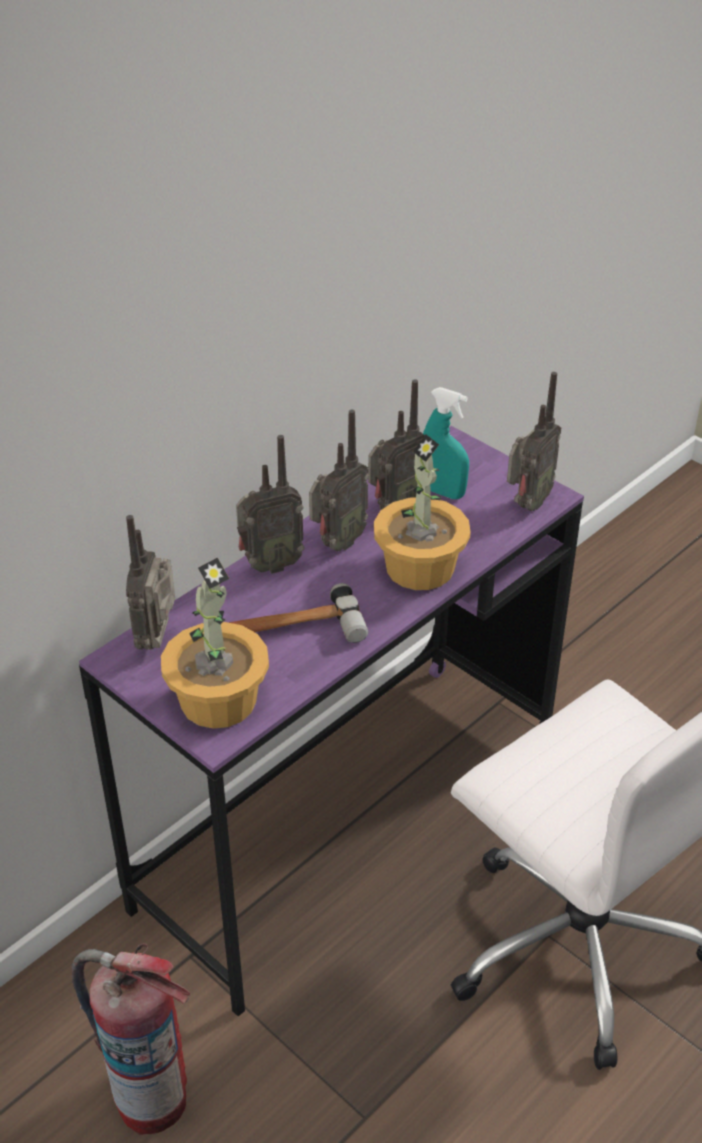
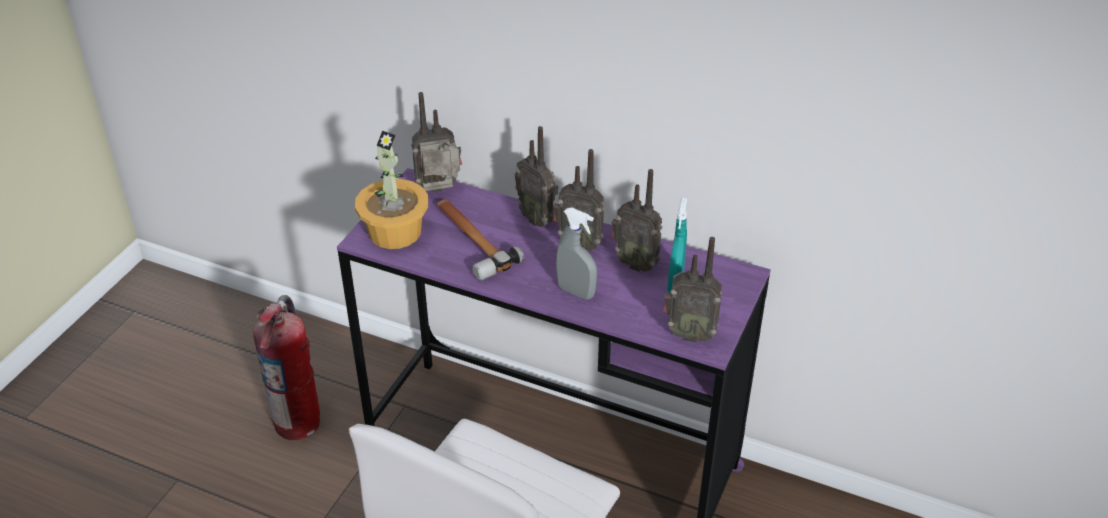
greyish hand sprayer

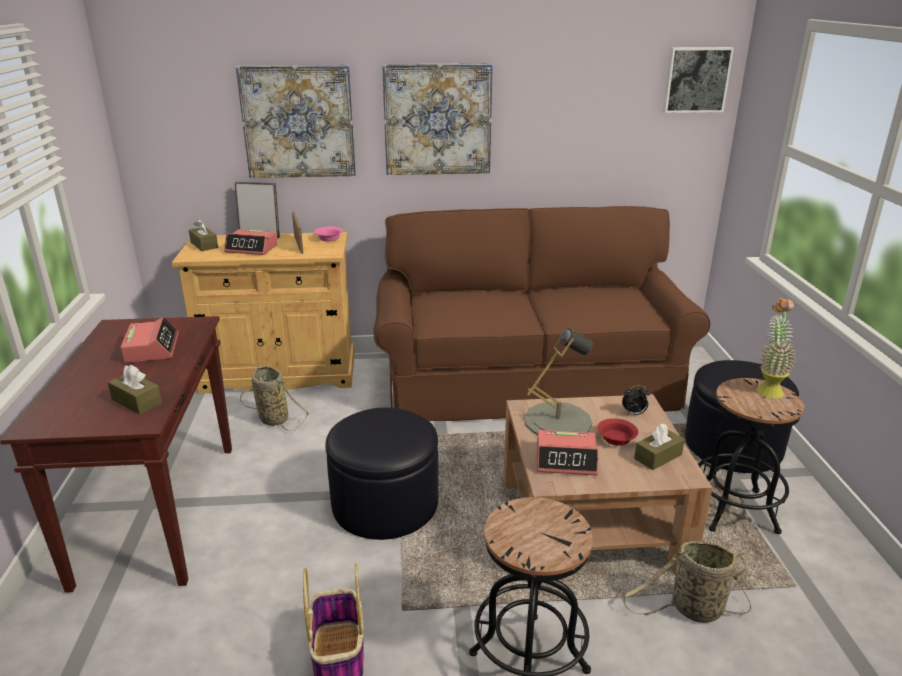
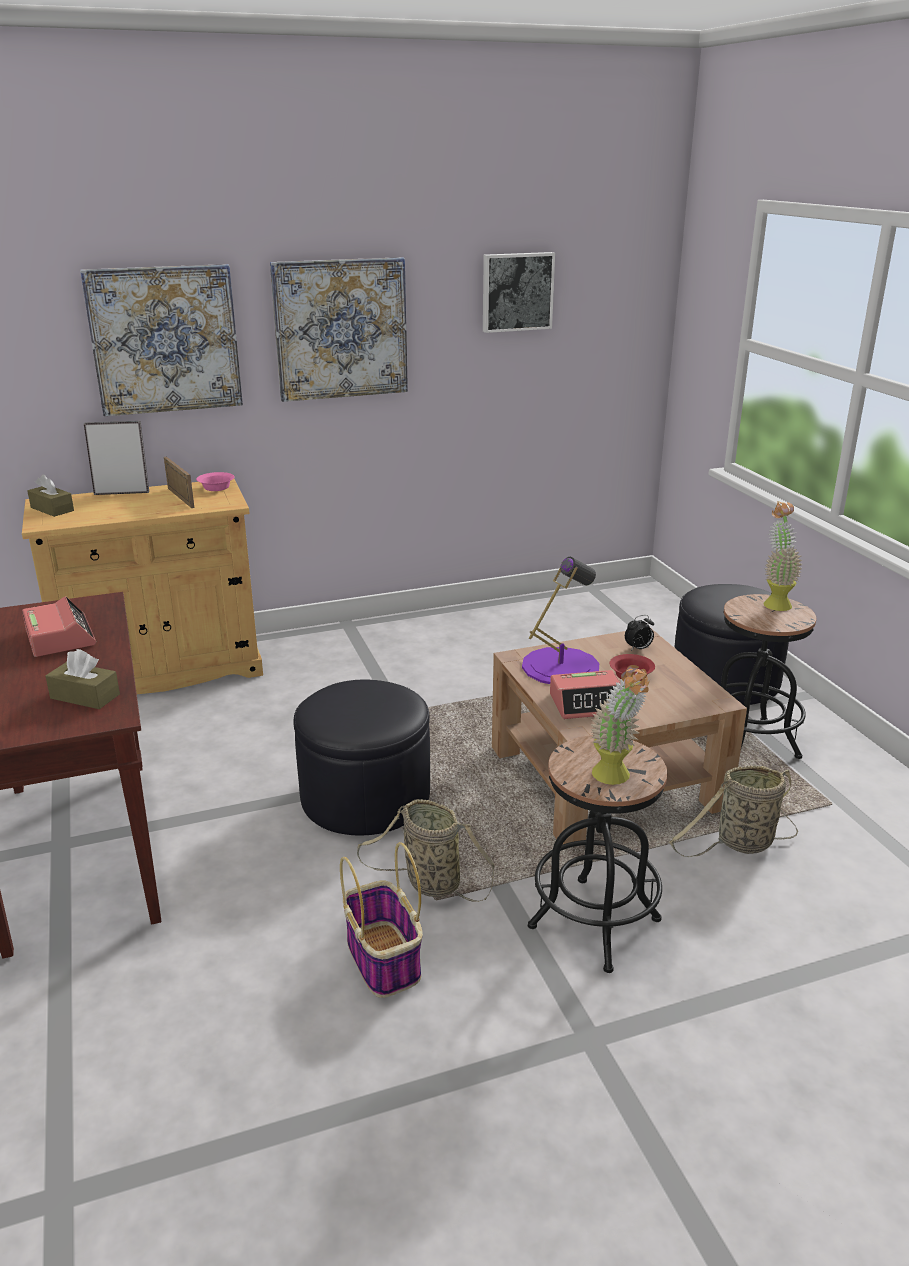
wall picture (no. 3 from left)
brownish couch
alarm clock (no. 2 from left in the first image)
purplish table lamp
basket (no. 2 from left)
brownish tissue box (no. 3 from left in the first image)
potted plant (no. 1 from left)

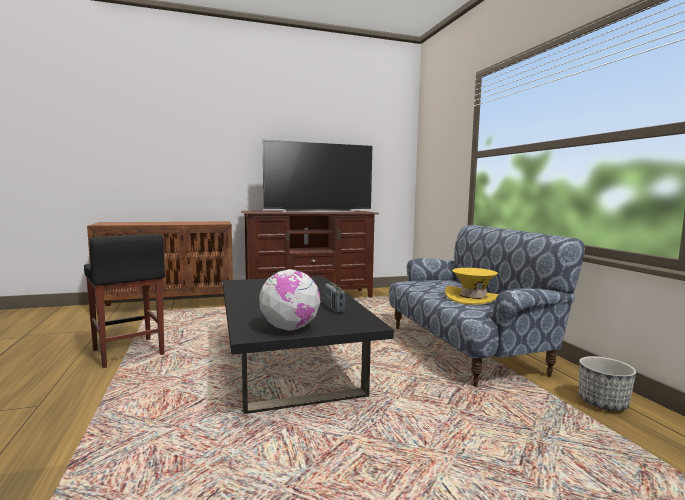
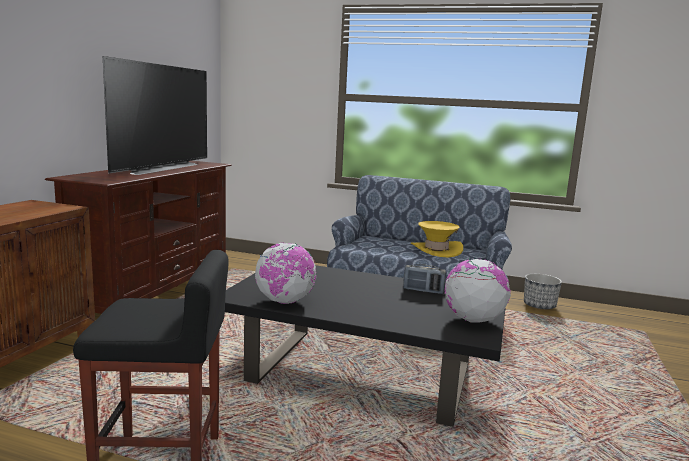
globe (no. 1 from left)

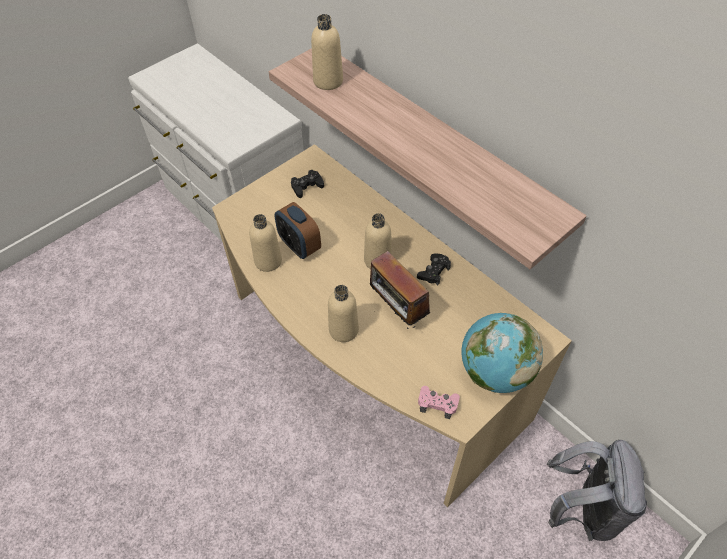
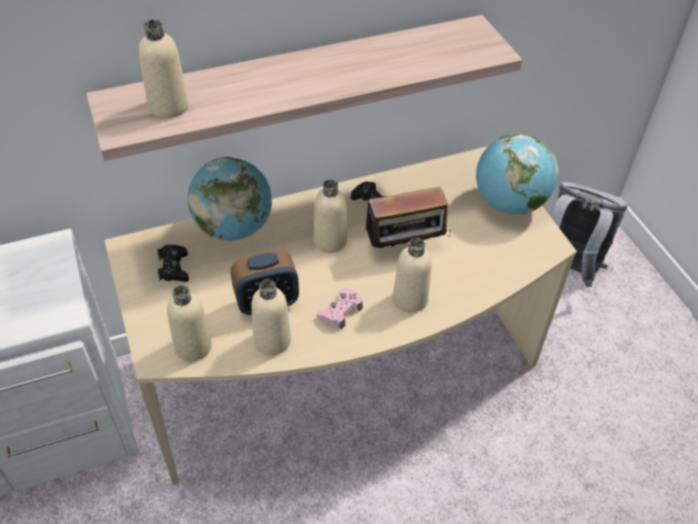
pink-coloured game controller
globe (no. 1 from left)
beige-coloured drink bottle (no. 2 from left)

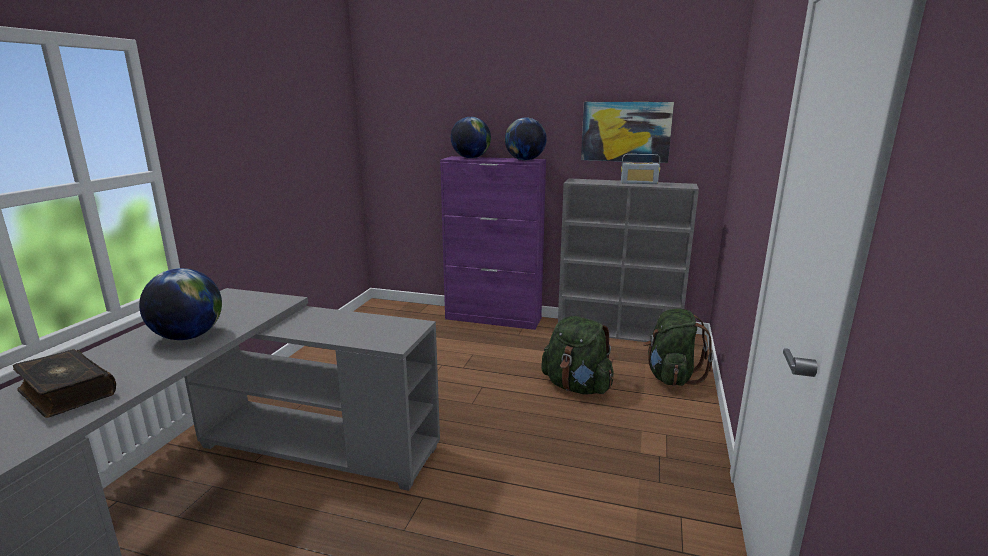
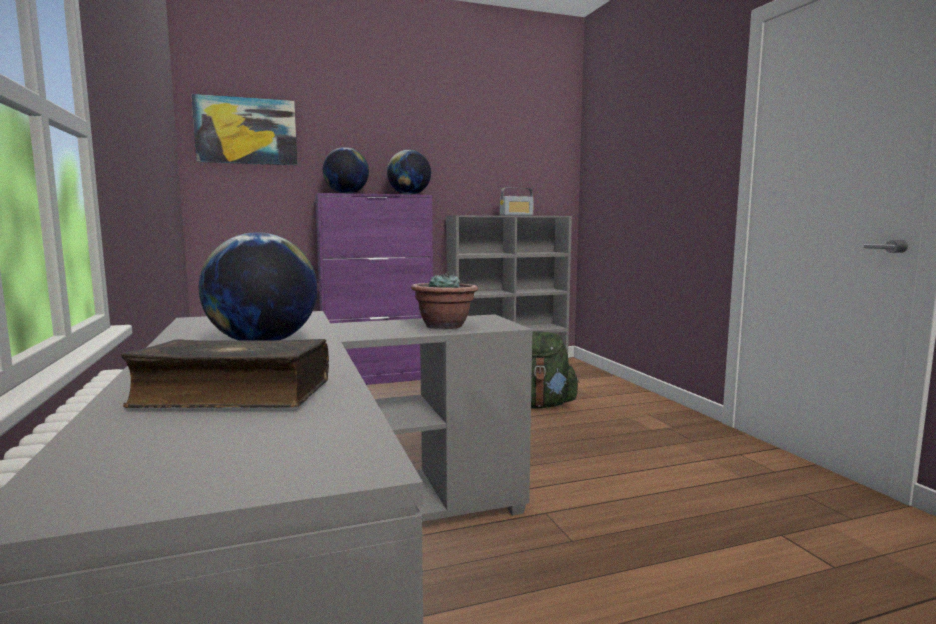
wall picture
green-coloured backpack (no. 2 from left in the first image)
potted plant

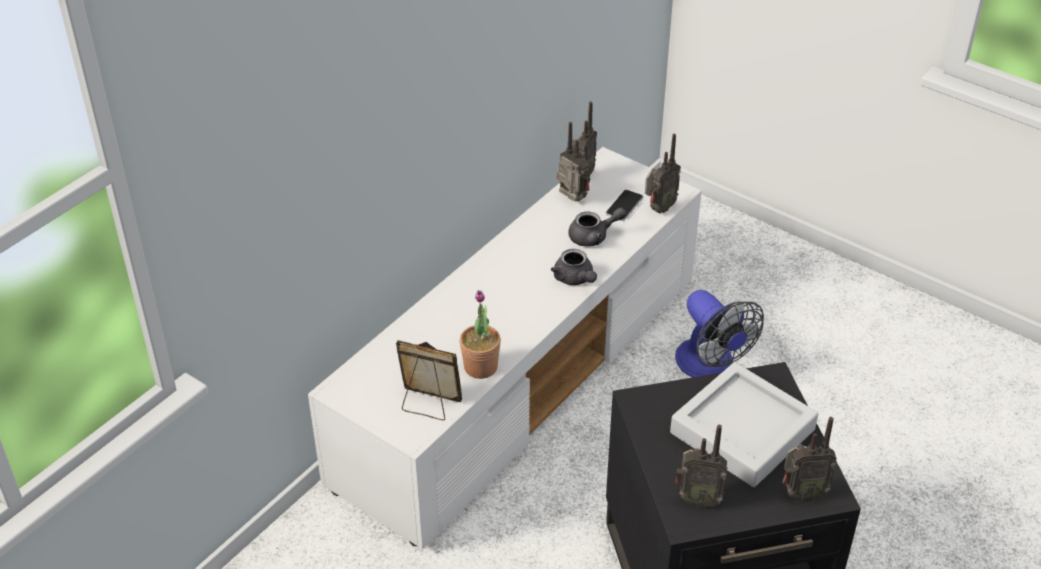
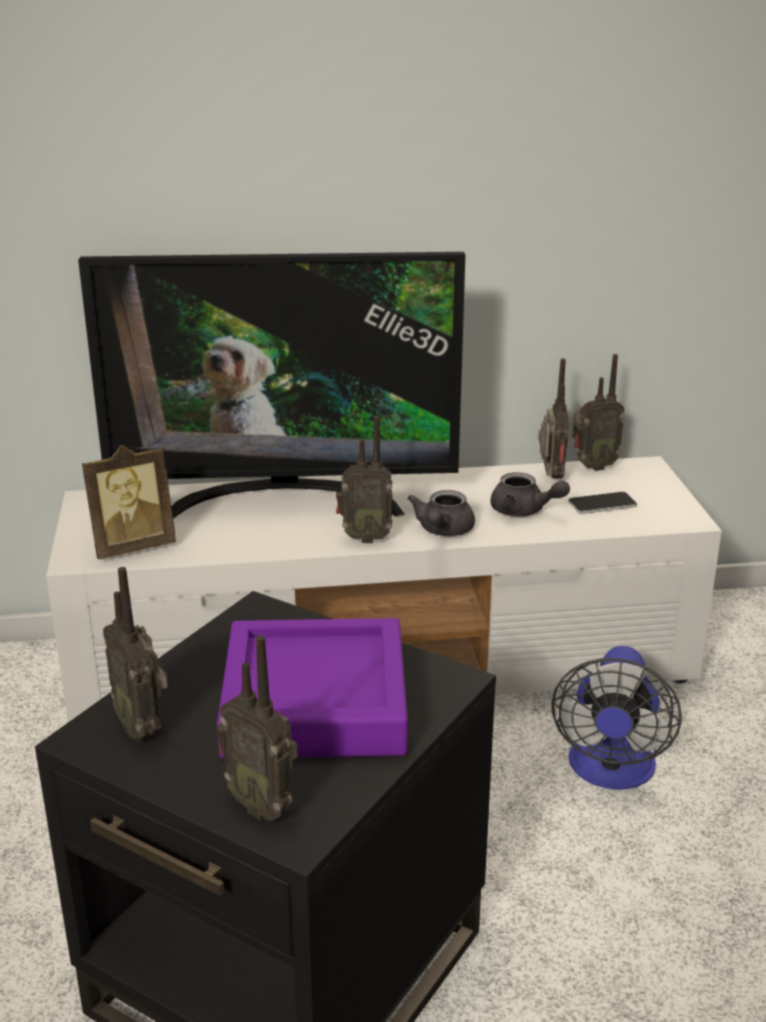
radio receiver (no. 3 from left)
potted plant
picture frame
purplish carrying tray
TV set

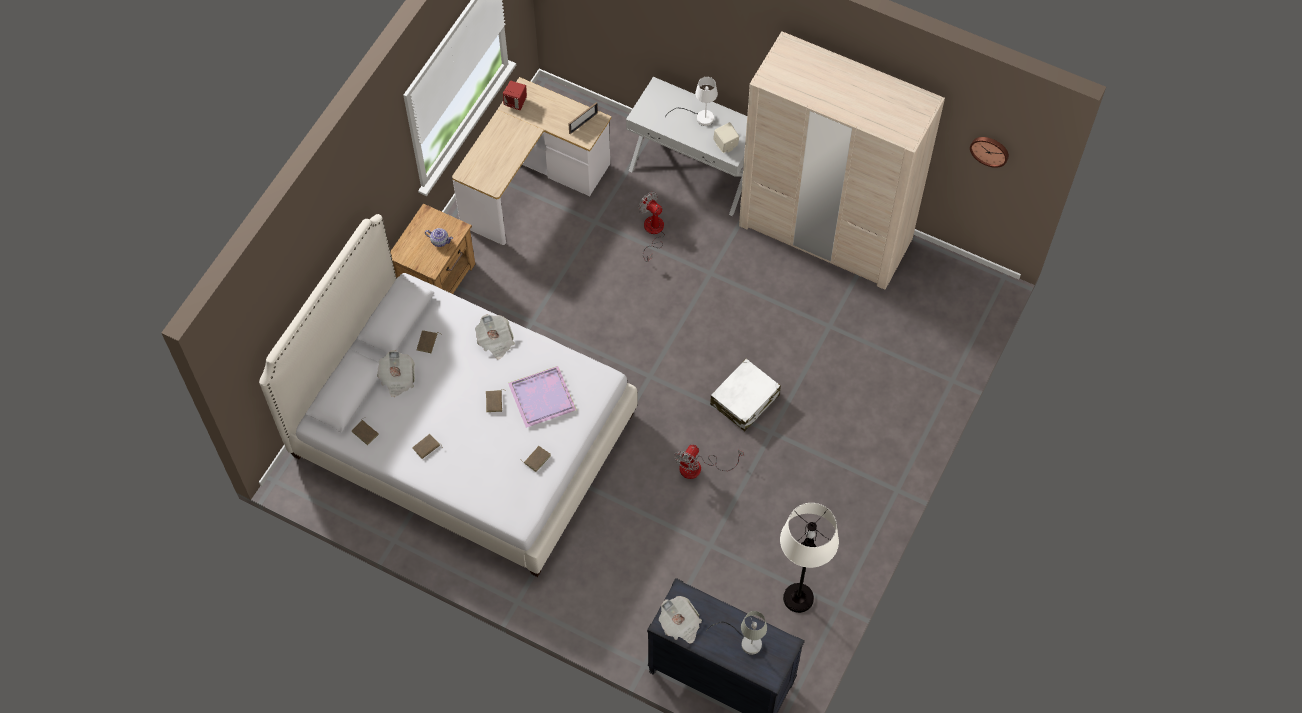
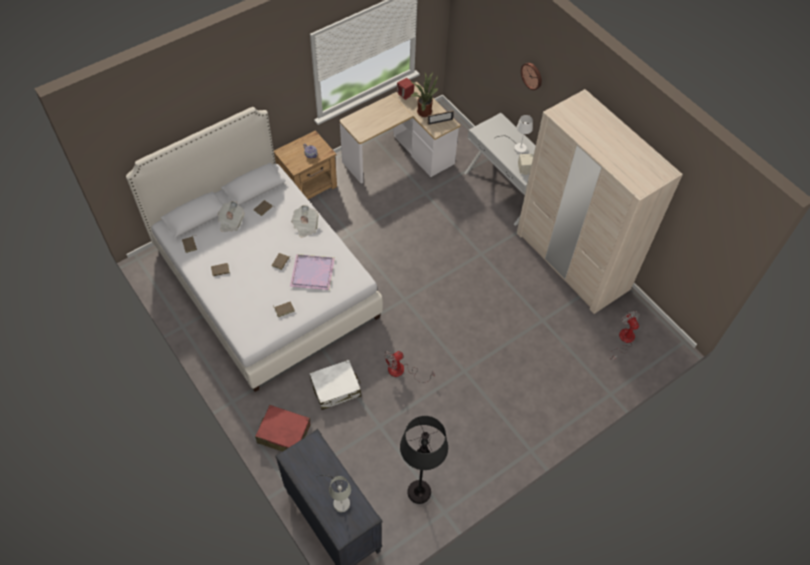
clock on the wall
fan (no. 2 from left)
white-coloured piece of luggage
black-coloured standing lamp
daily paper (no. 3 from left in the first image)
potted plant
red piece of luggage

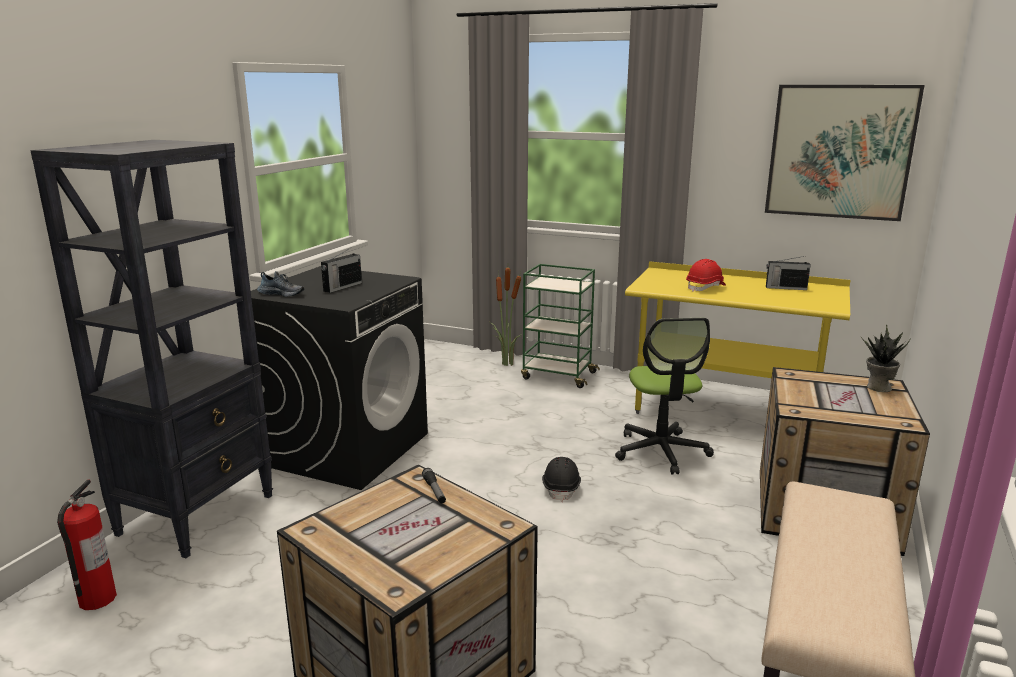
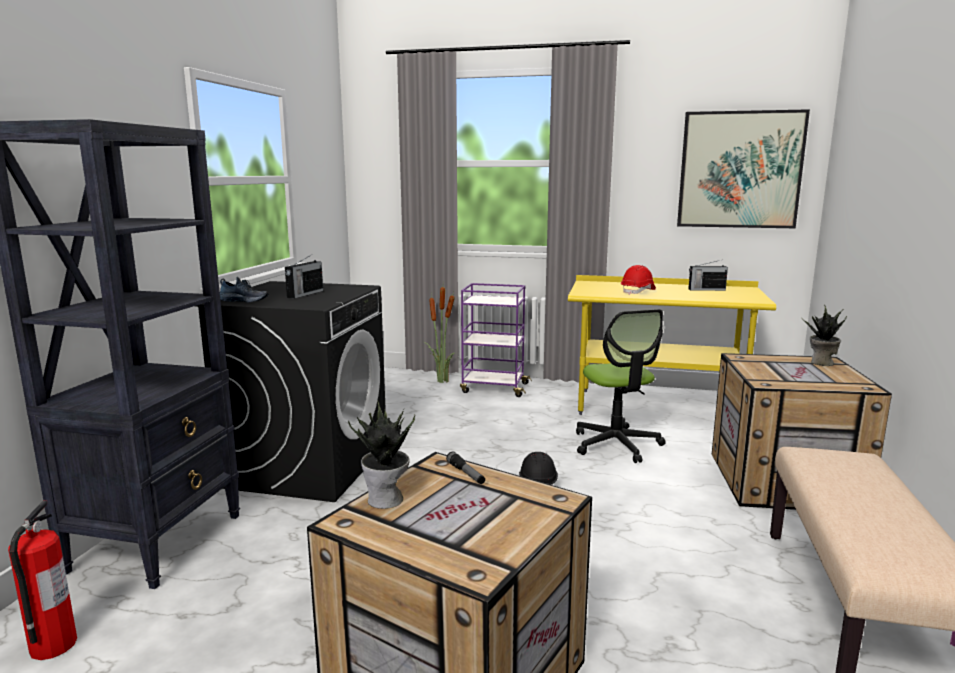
purplish trolley
potted plant (no. 1 from left)

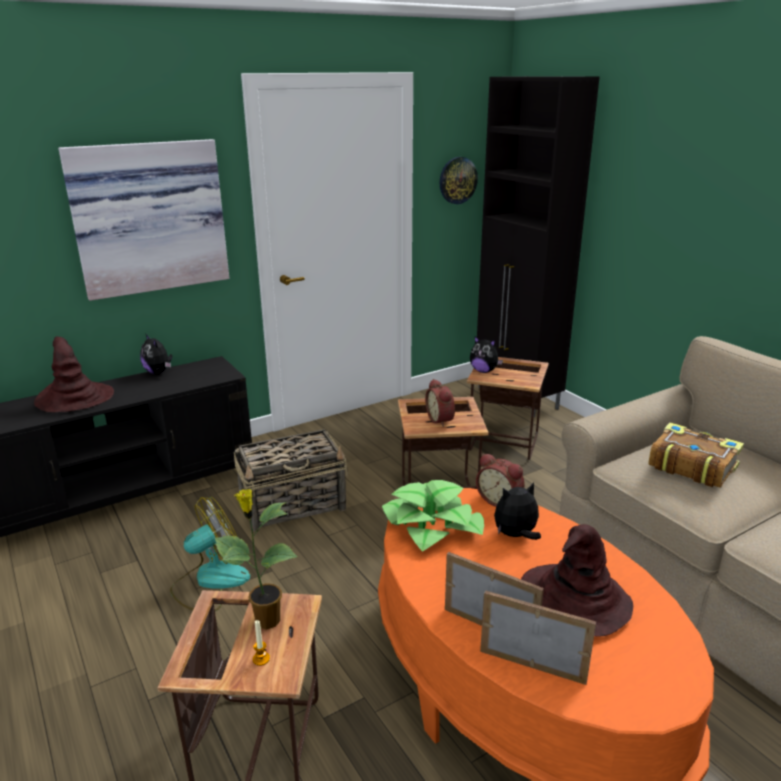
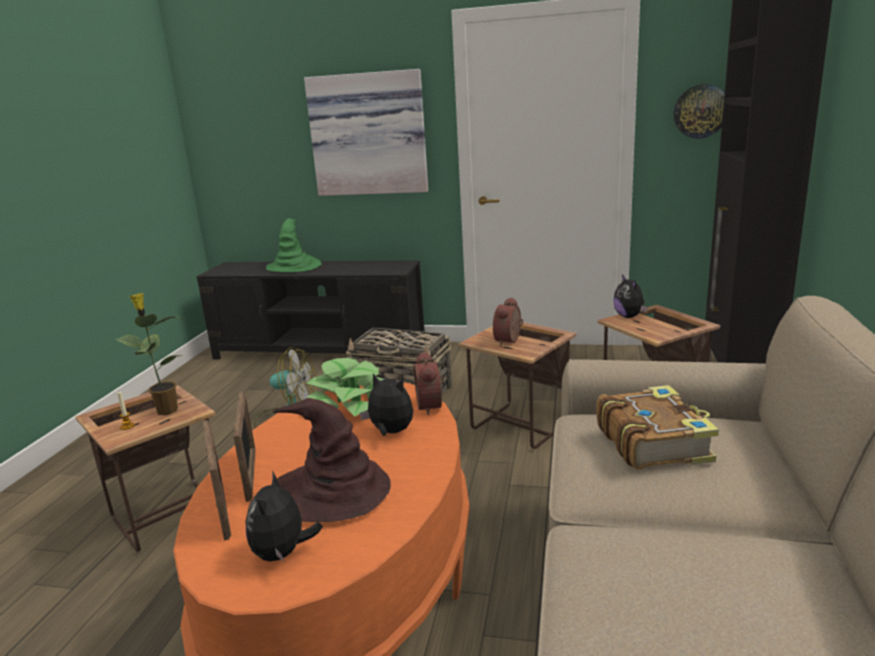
soft toy (no. 1 from left)
green-coloured wearable hat

